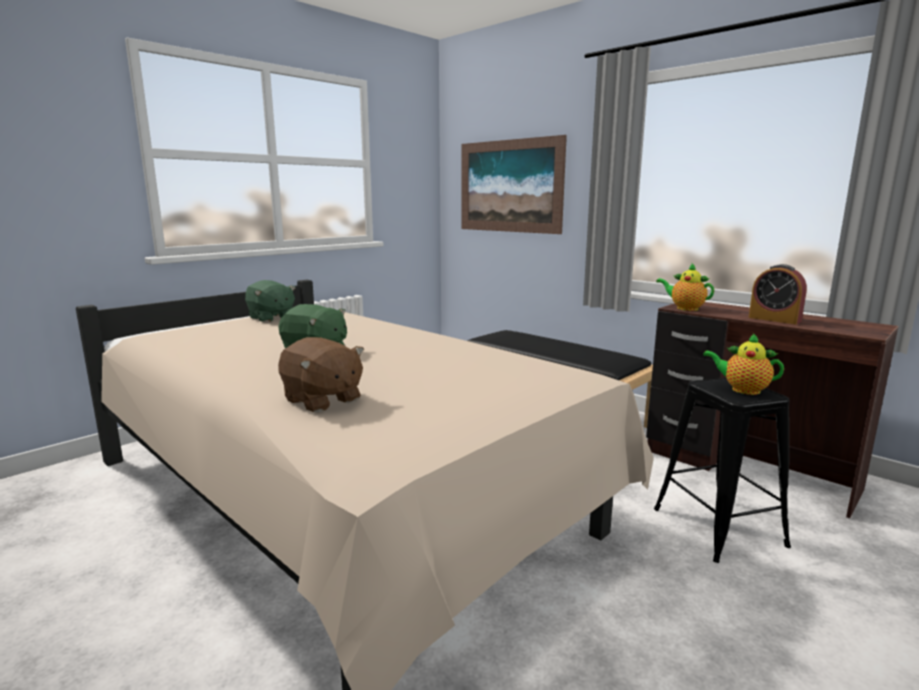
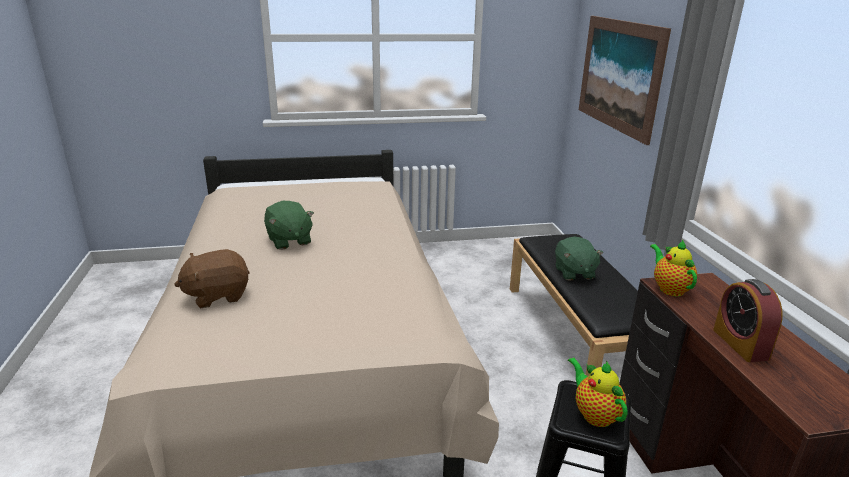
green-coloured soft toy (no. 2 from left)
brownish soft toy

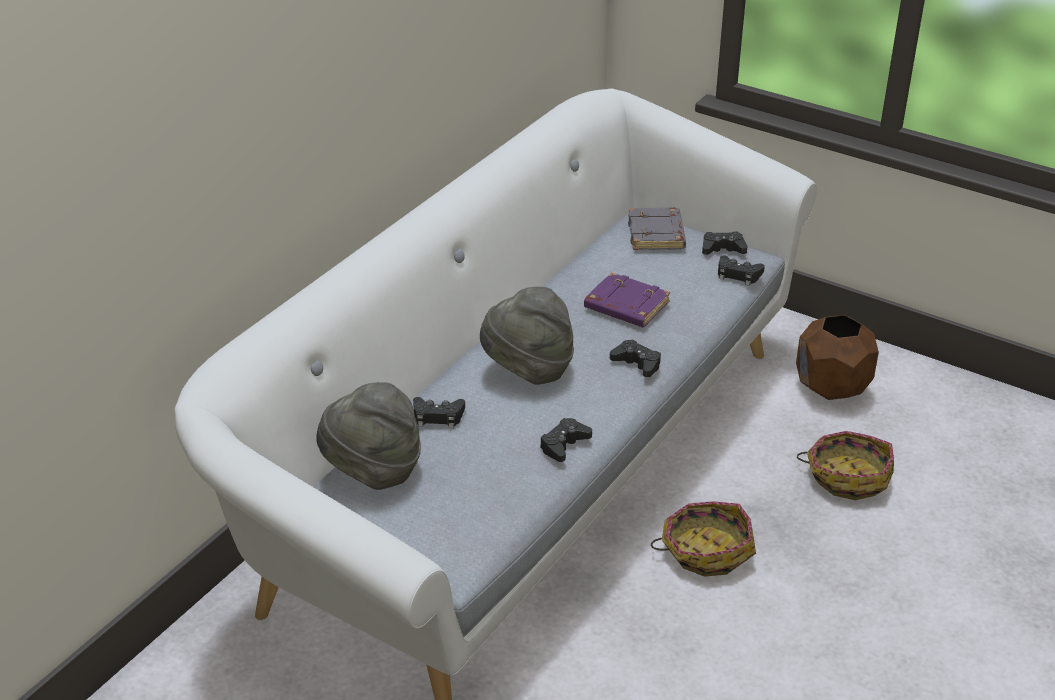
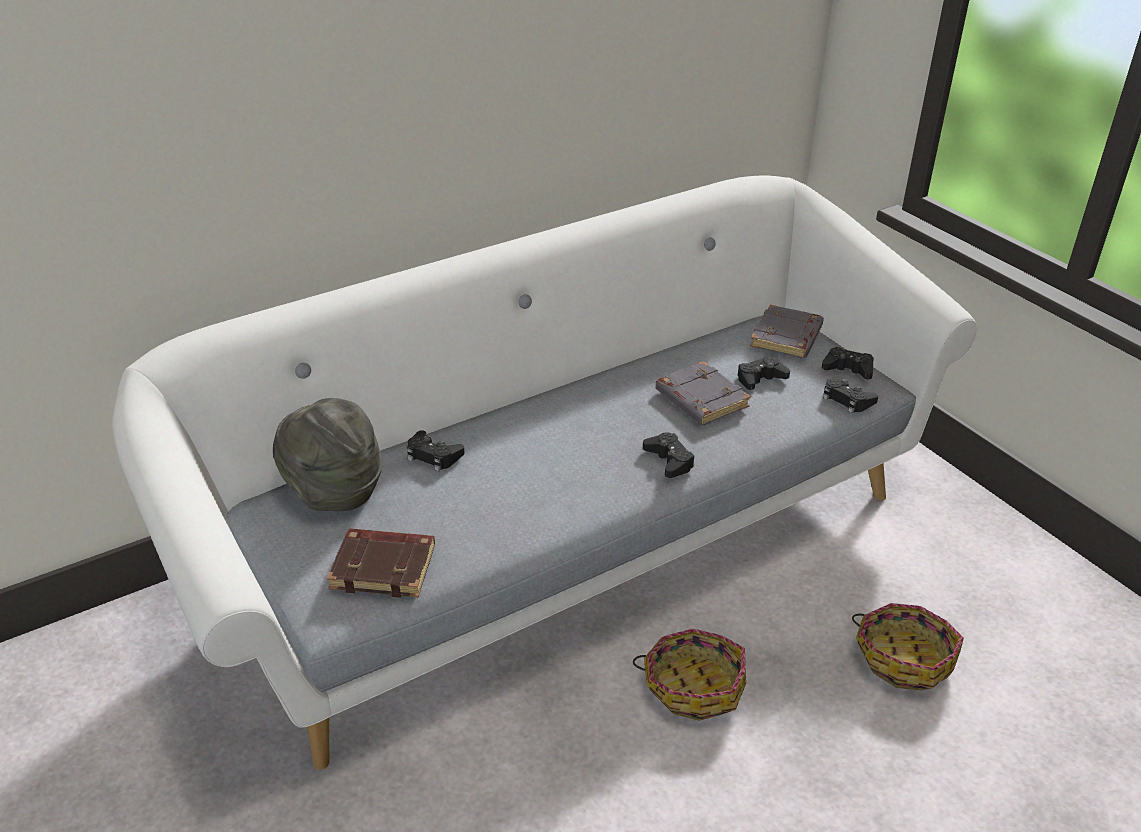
greyish volume (no. 1 from left)
greyish wearable hat (no. 2 from left in the first image)
brownish flower pot
black-coloured game controller (no. 3 from left)
brownish volume

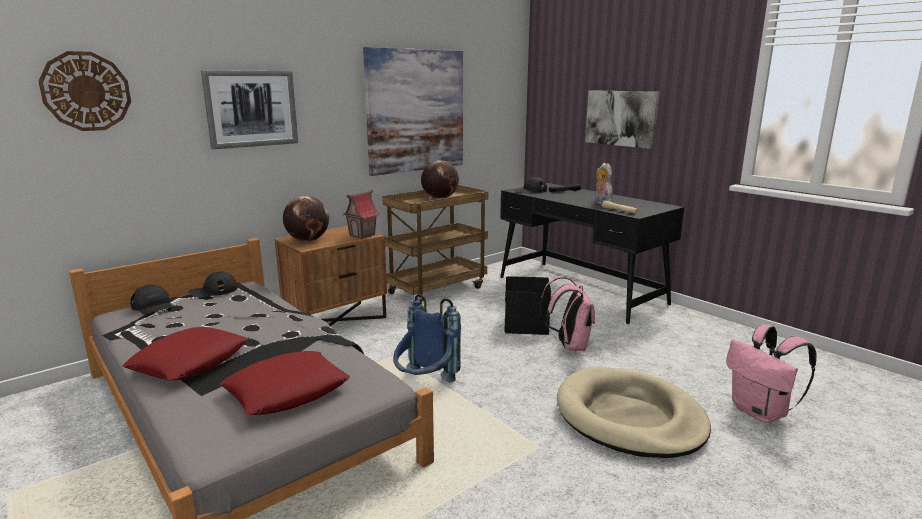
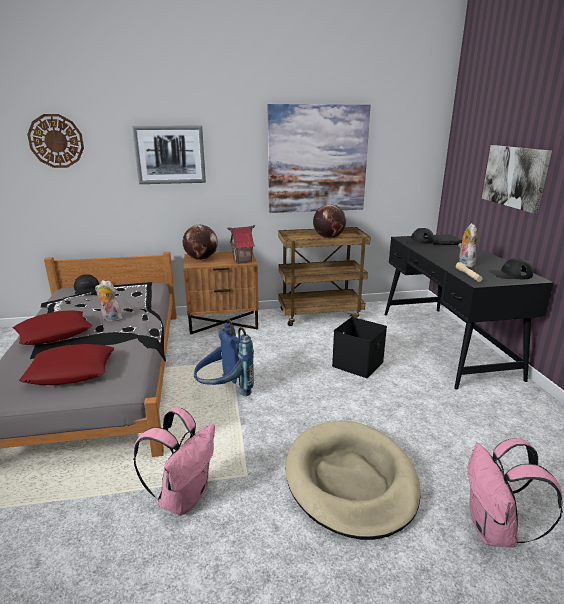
black-coloured cap (no. 3 from left)
pink-coloured backpack (no. 1 from left)
soft toy (no. 1 from left)

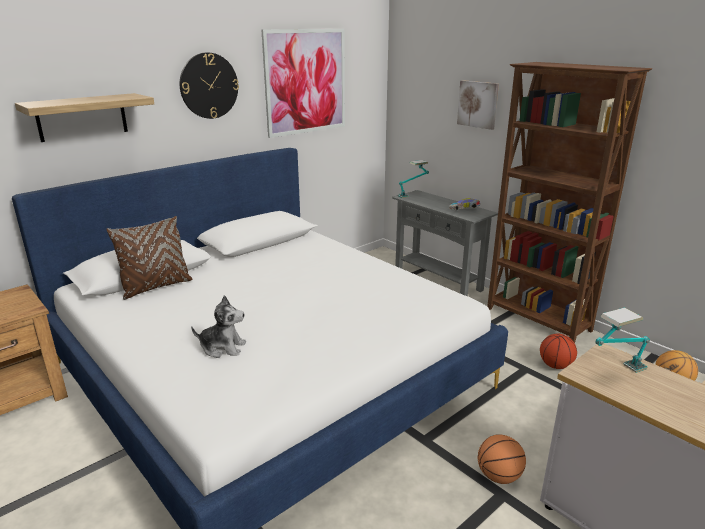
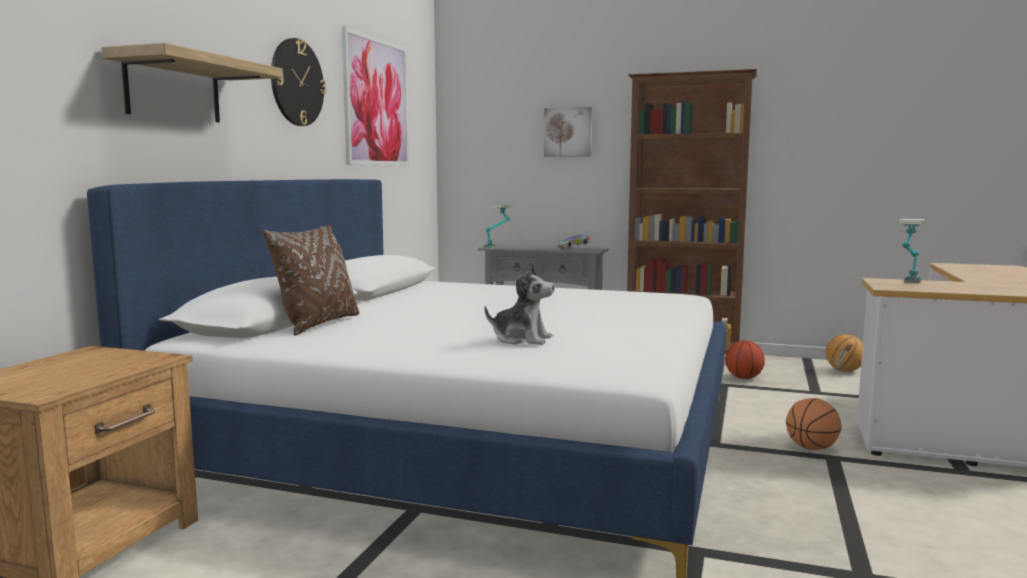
soft toy

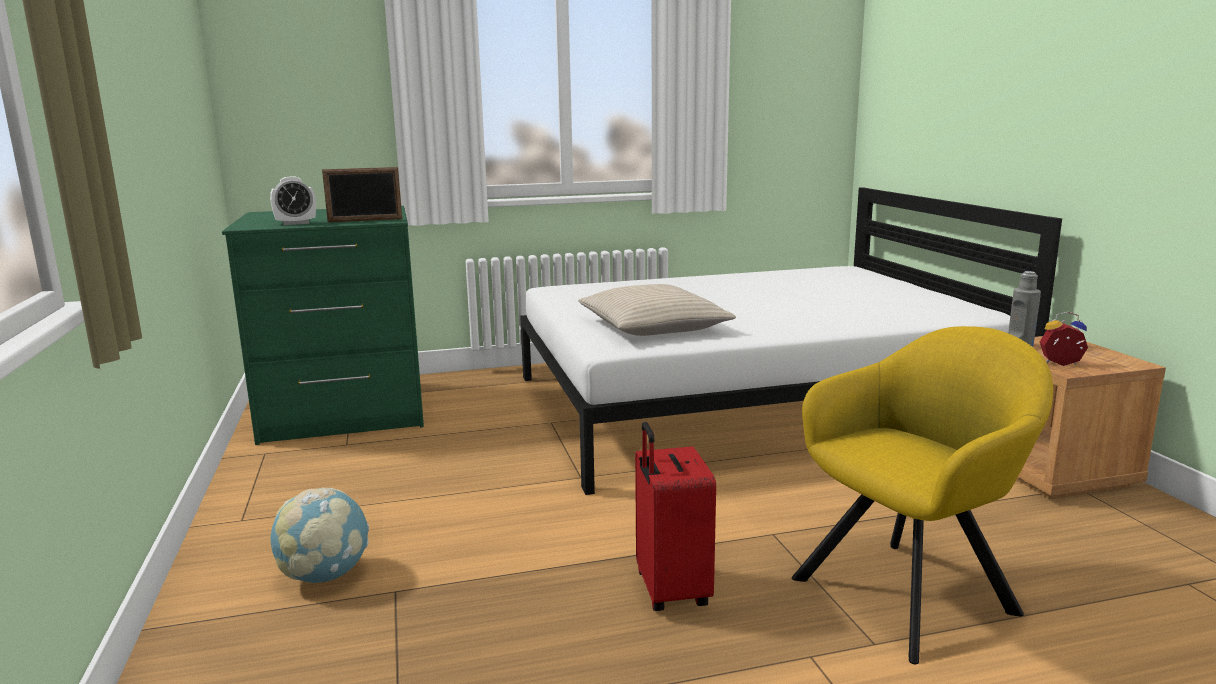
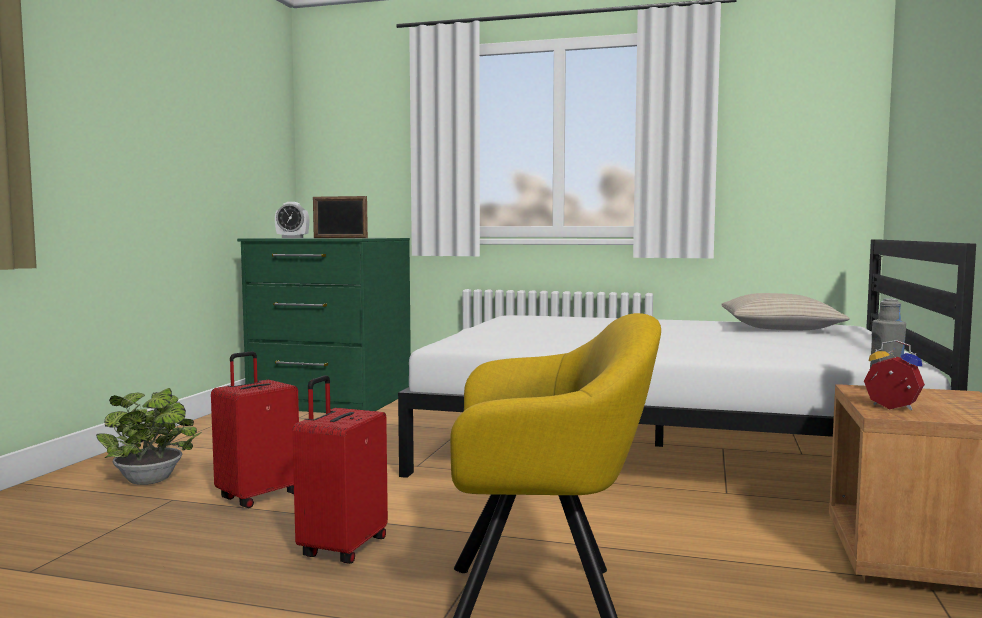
beige-coloured throw pillow
potted plant
red piece of luggage (no. 1 from left)

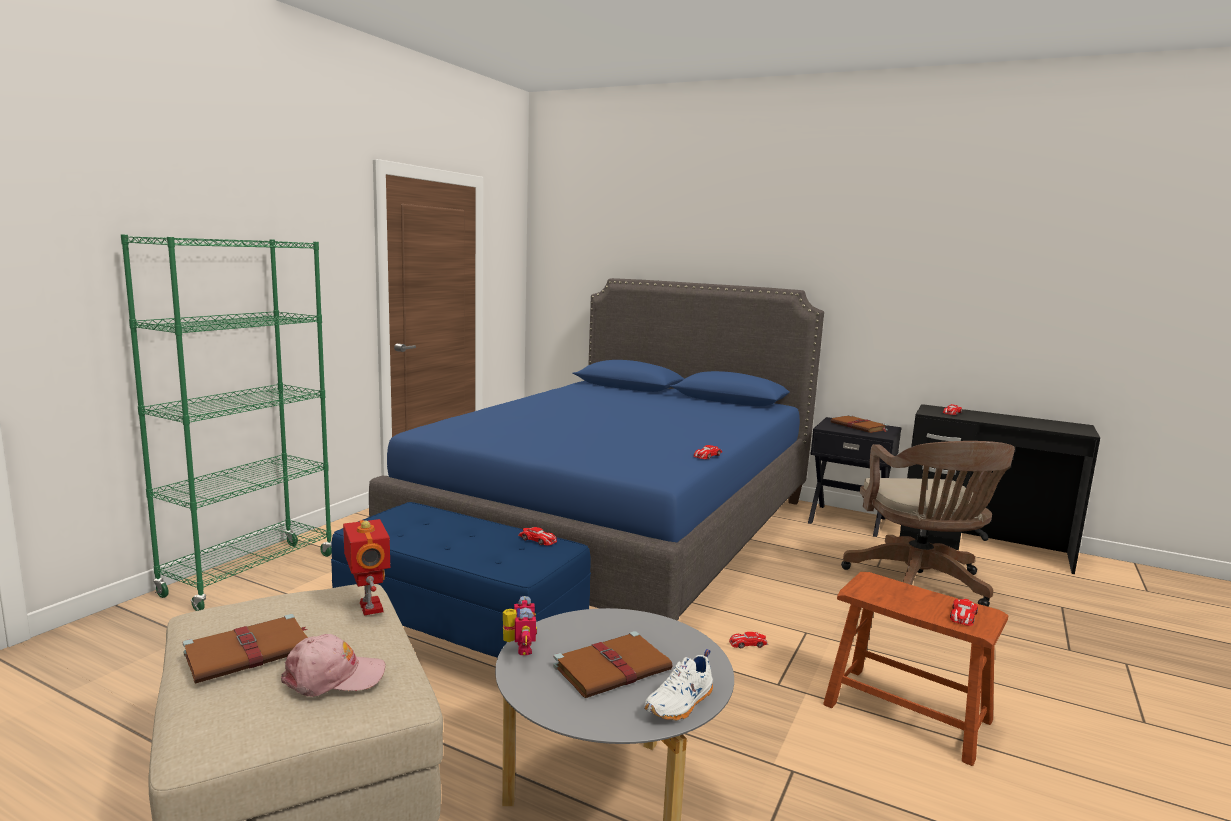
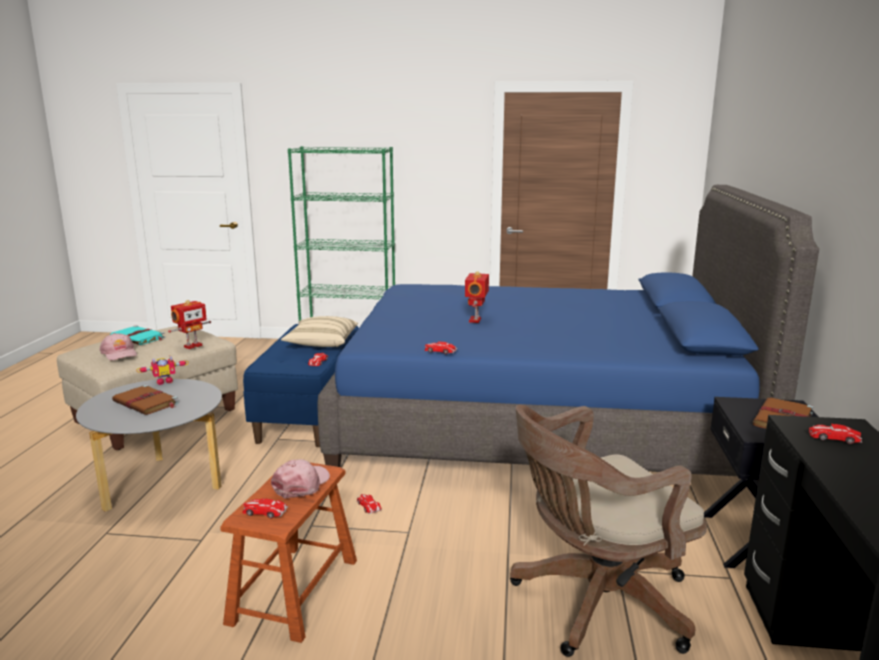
turquoise-coloured volume
white-coloured low shoe
robot figure (no. 3 from left)
beige-coloured throw pillow
pink-coloured cap (no. 2 from left)

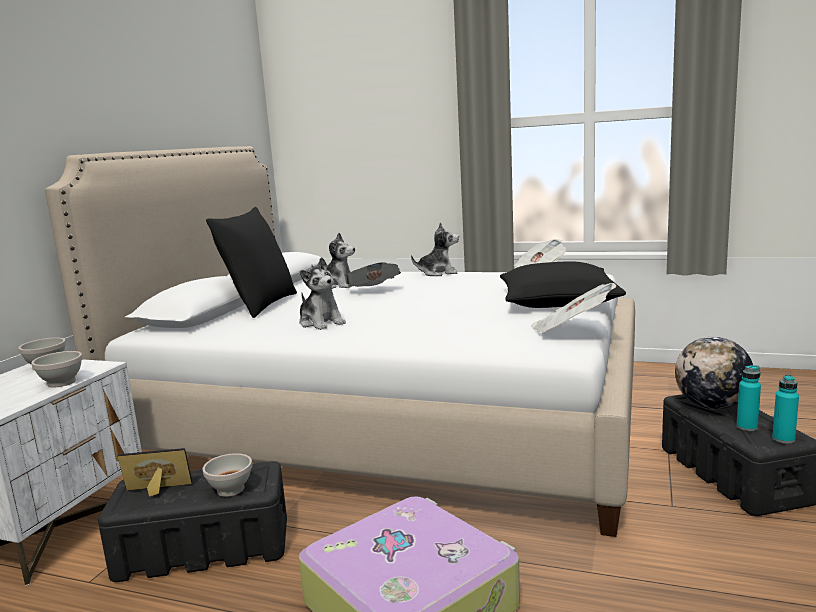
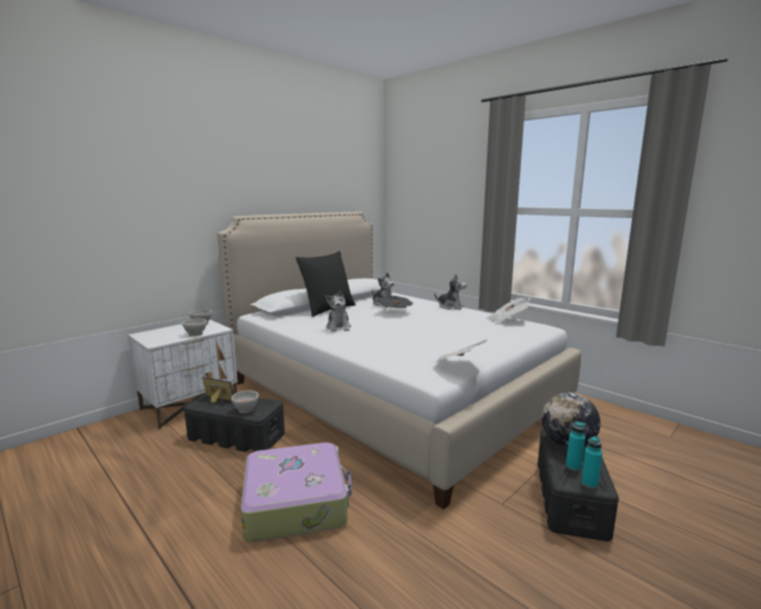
black-coloured throw pillow (no. 2 from left in the first image)

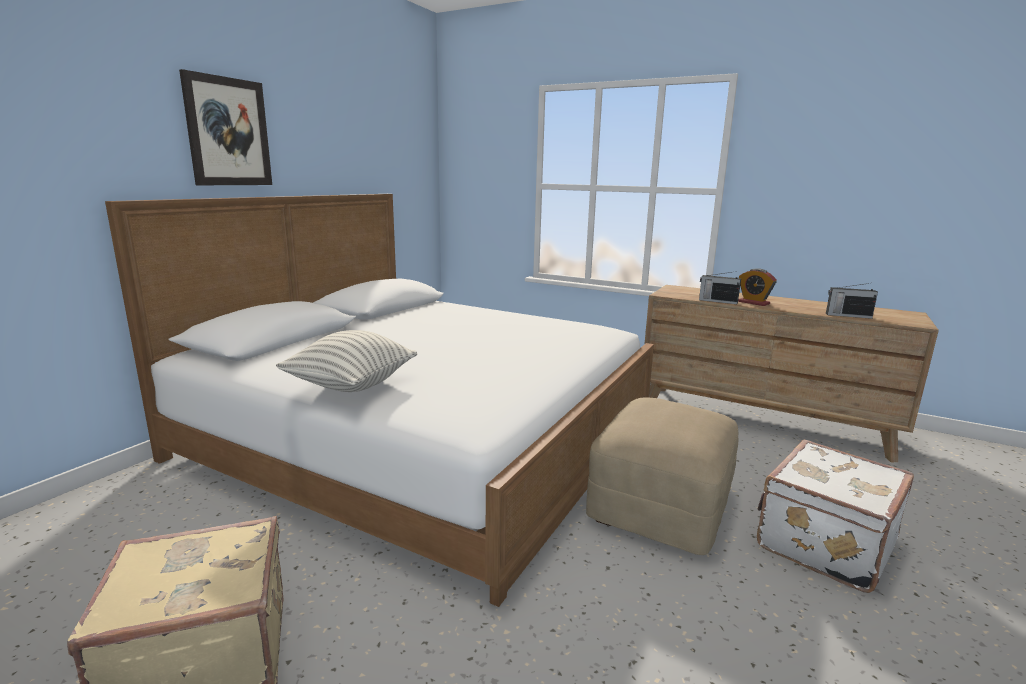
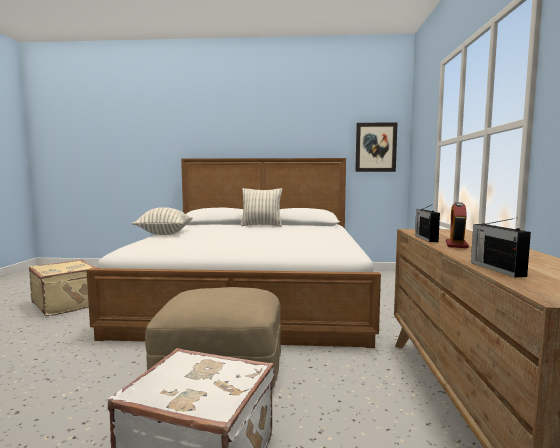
wall picture
throw pillow (no. 2 from left)

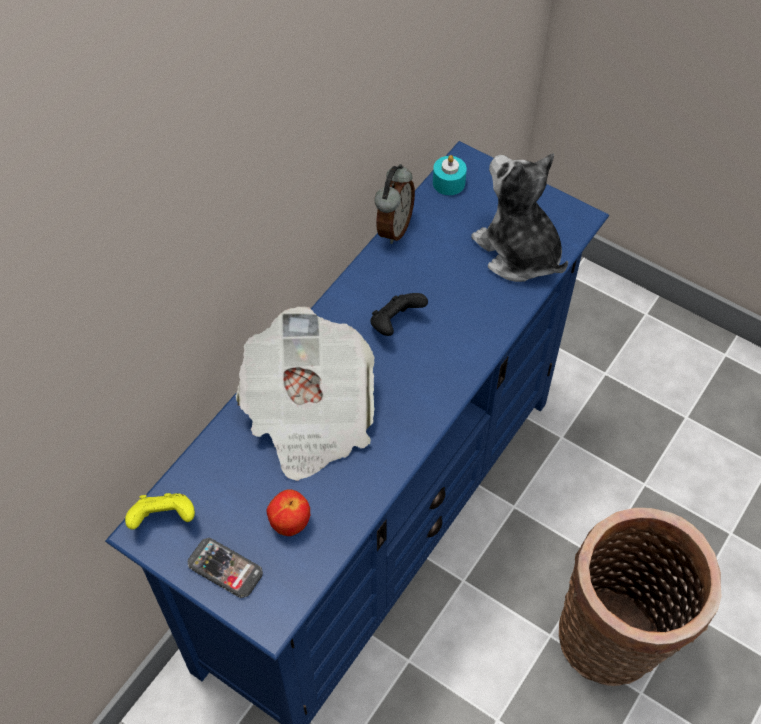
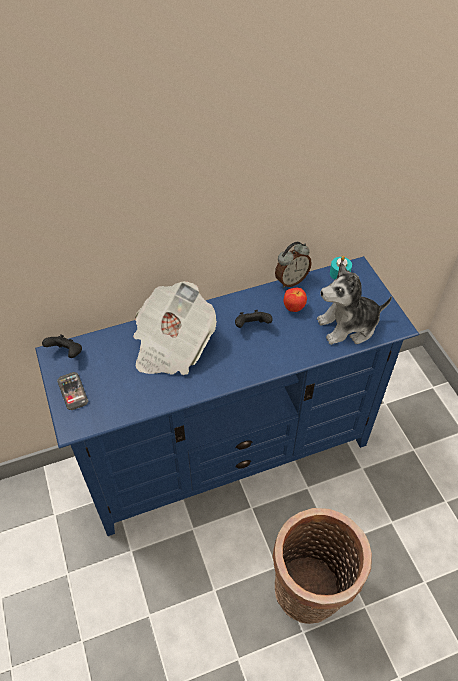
soft toy
whole apple
black-coloured game controller (no. 1 from left)

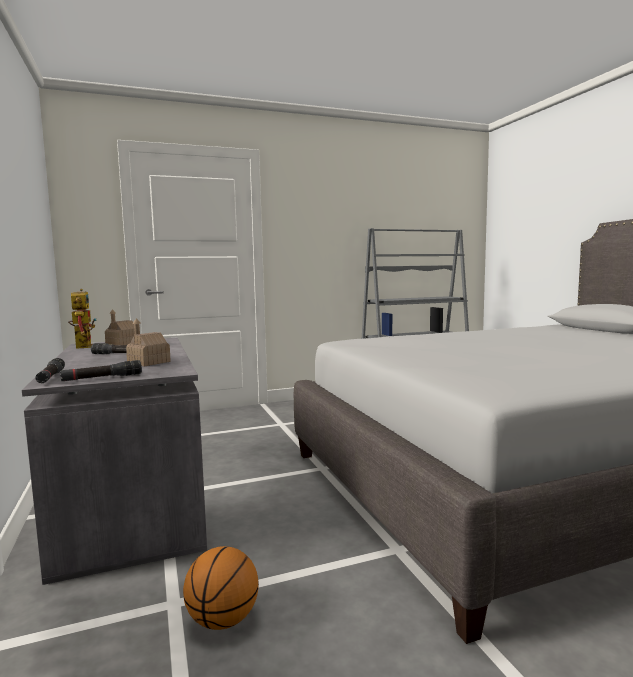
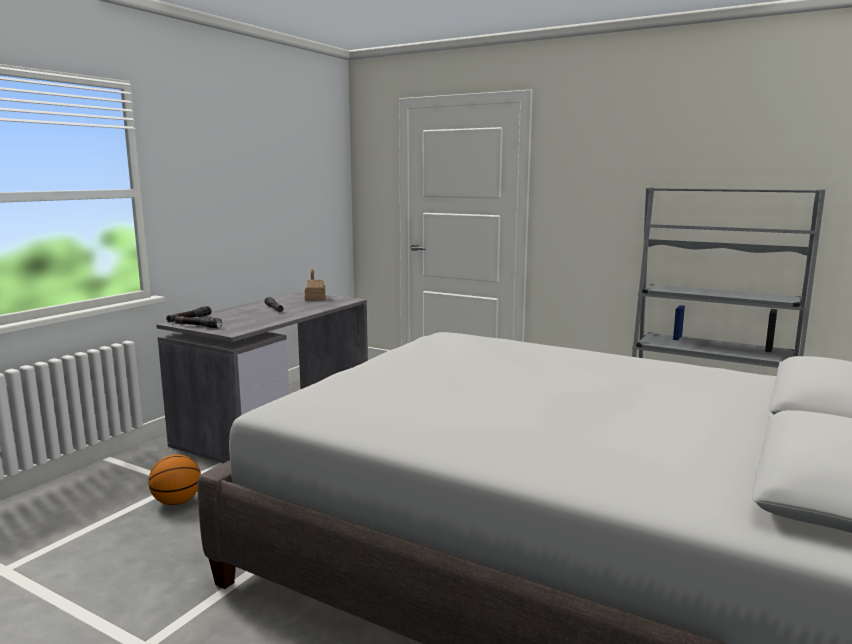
robot figure
model house (no. 2 from left in the first image)

